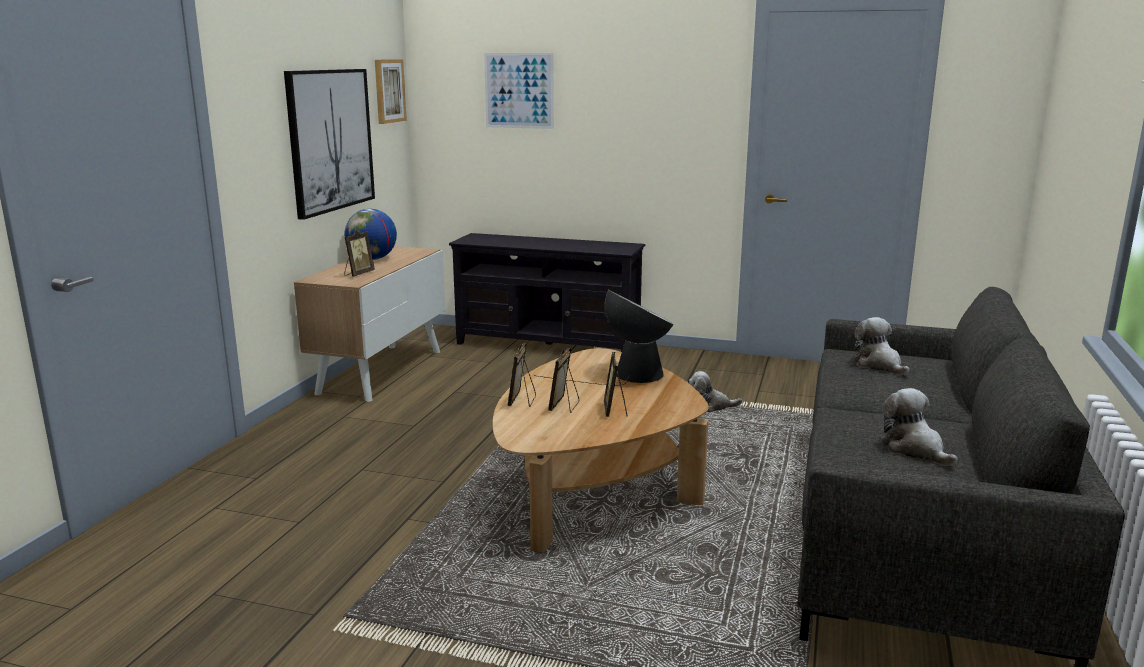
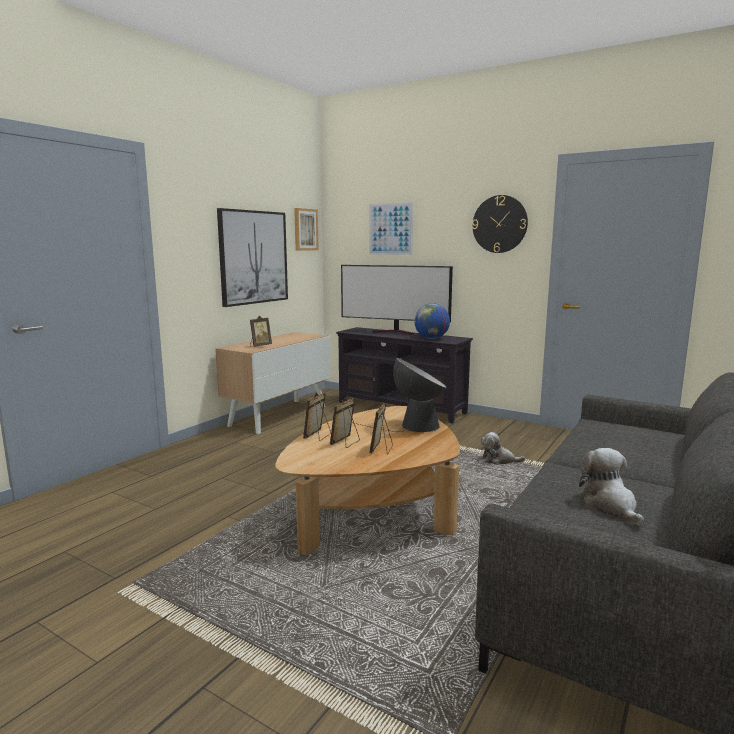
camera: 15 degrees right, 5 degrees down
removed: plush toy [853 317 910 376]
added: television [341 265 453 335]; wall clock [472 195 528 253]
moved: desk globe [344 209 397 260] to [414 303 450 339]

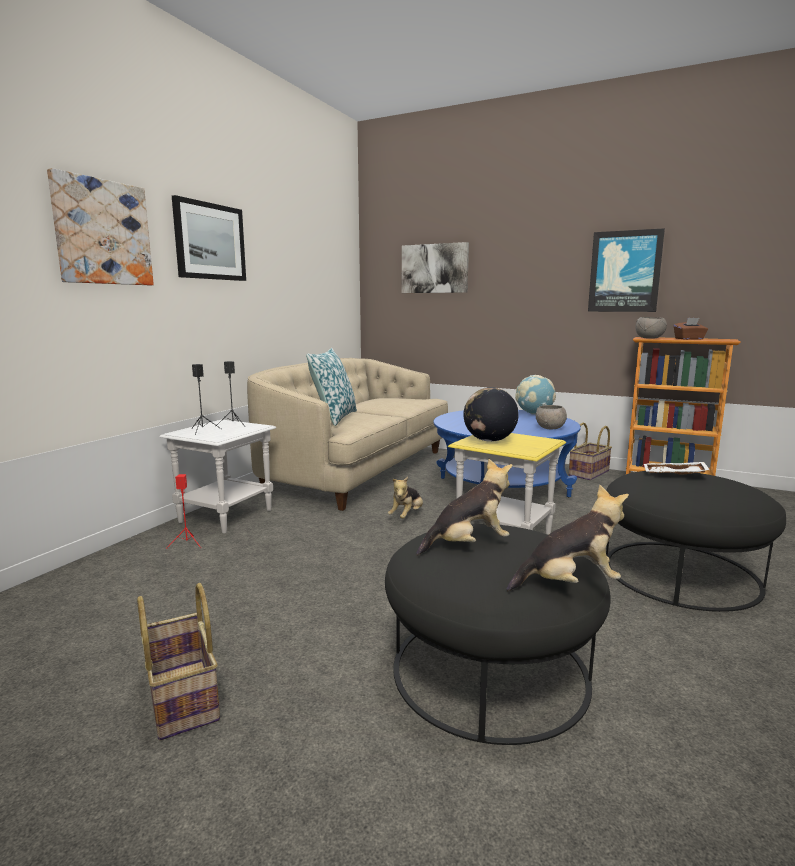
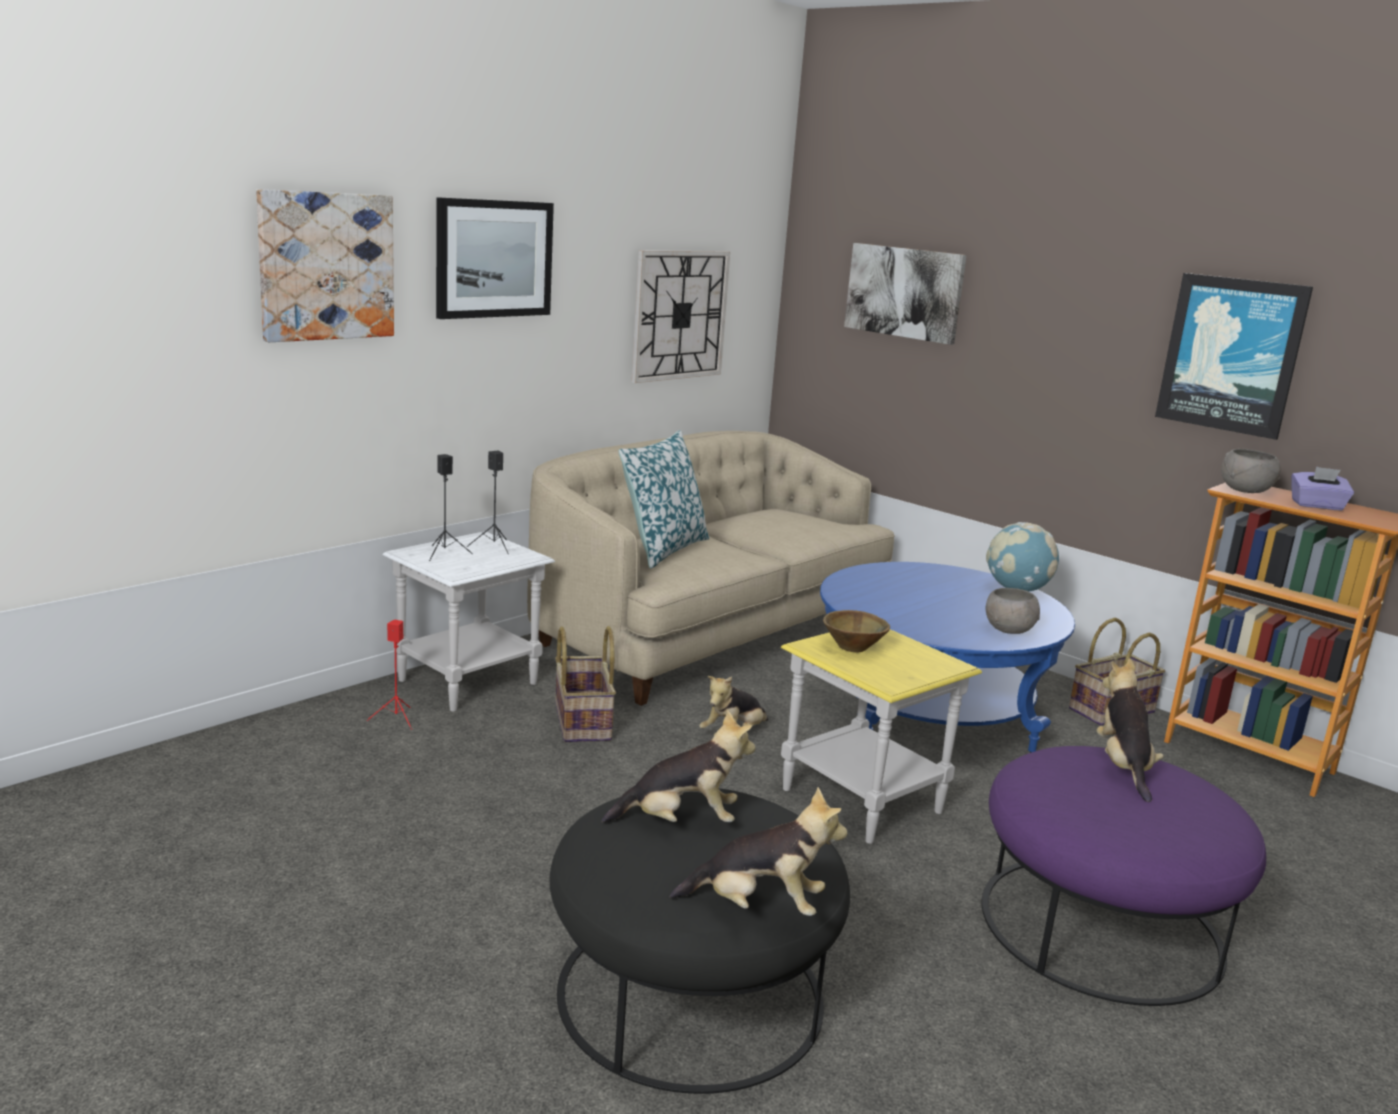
camera: 15 degrees right, 5 degrees up
added: wall clock [631 250 730 383]
moved: storage basket [137 583 220 740] to [555 626 616 742]
replaced: desk globe [463 387 519 442] to brown-coloured deep dish [823 610 890 653]; whitish tray [644 462 710 475] to plush toy [1097 658 1164 802]
recoloured: blackish pouffe [606 471 786 612] to purple pouffe [982 746 1266 1006]; brown-coloured box of tissues [674 318 708 340] to purple box of tissues [1291 467 1354 510]

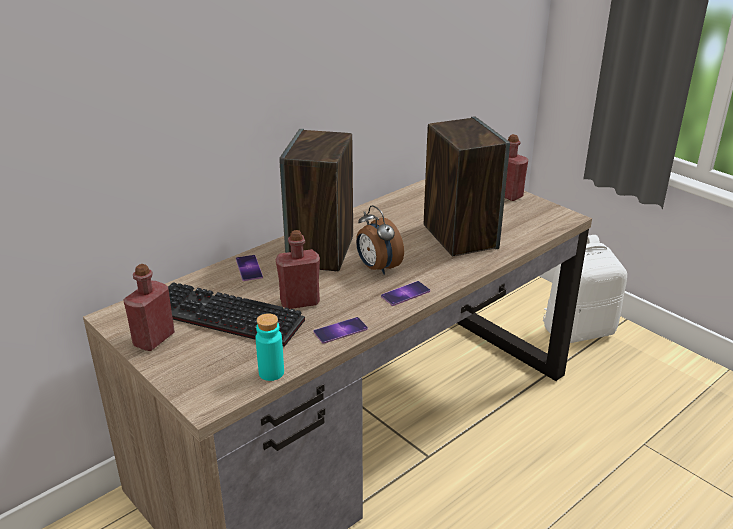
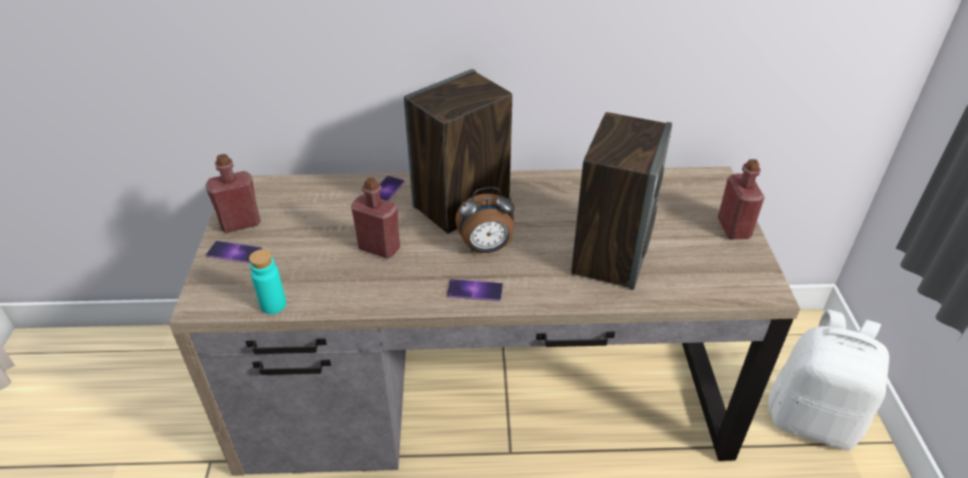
camera: 40 degrees right, 10 degrees up
removed: keyboard [168 282 305 347]
moved: handset [313 317 368 344] to [206 241 262 264]
turned: table clock [356 205 404 275] = [455 187 515 253] 105 degrees counterclockwise

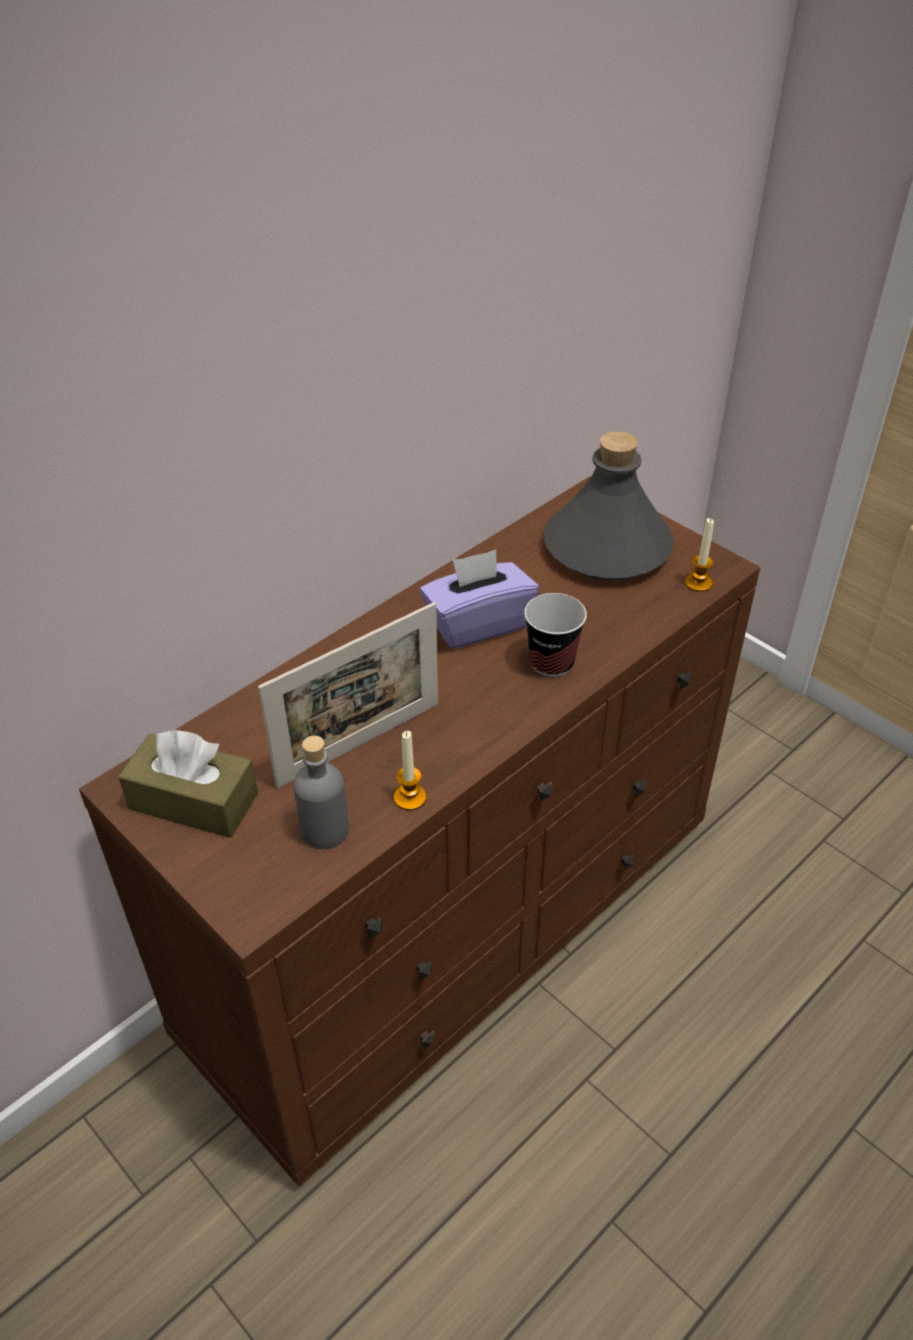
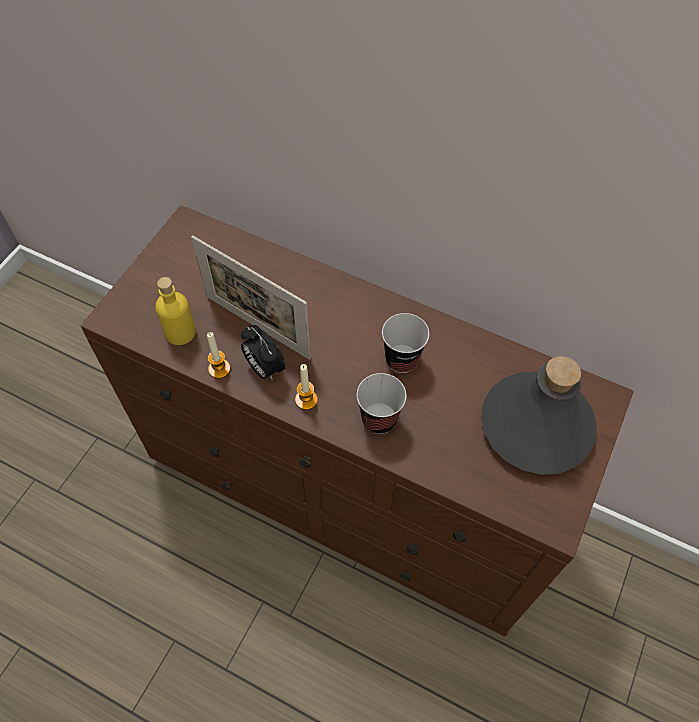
camera: 70 degrees right, 15 degrees up
removed: brown-coloured box of tissues [118 730 258 838]
added: table clock [241 325 286 381]
moved: candle [685 518 714 592] to [295 364 318 410]
replaced: purple box of tissues [420 550 539 649] to drinking cup [382 313 429 373]
recoloured: grey beverage bottle [293 736 349 849] to yellowish beverage bottle [155 277 196 345]

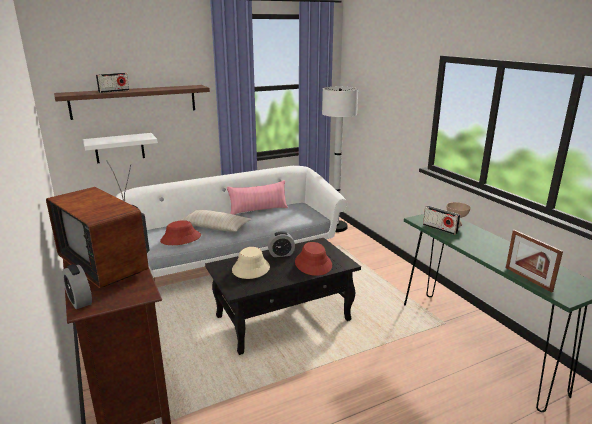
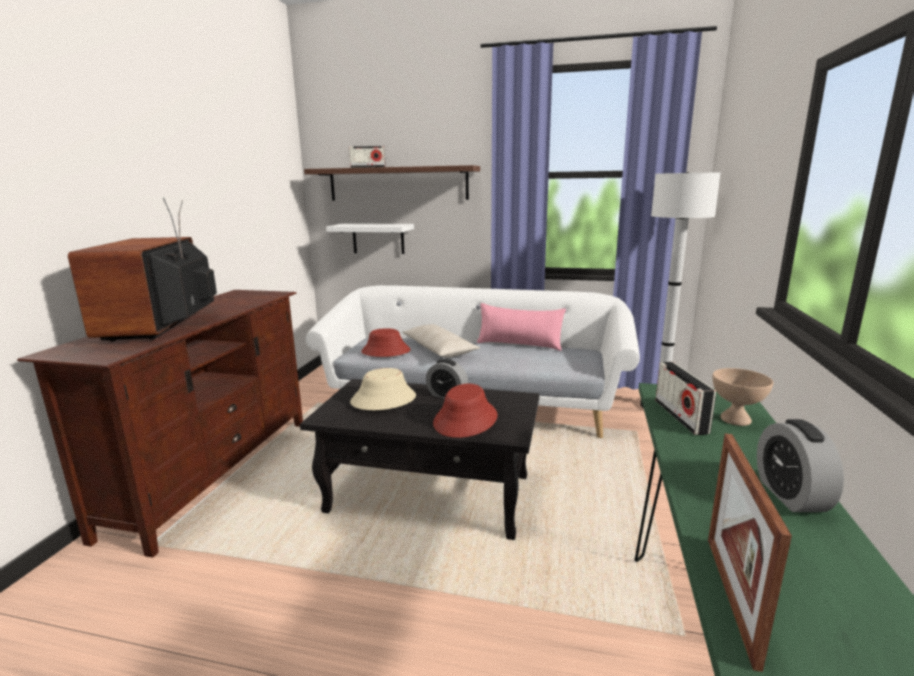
camera: 40 degrees right, 5 degrees down
moved: table clock [62 264 92 309] to [757 419 844 512]

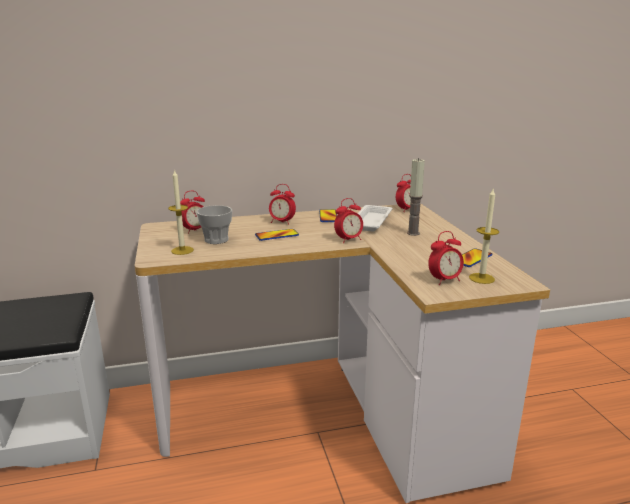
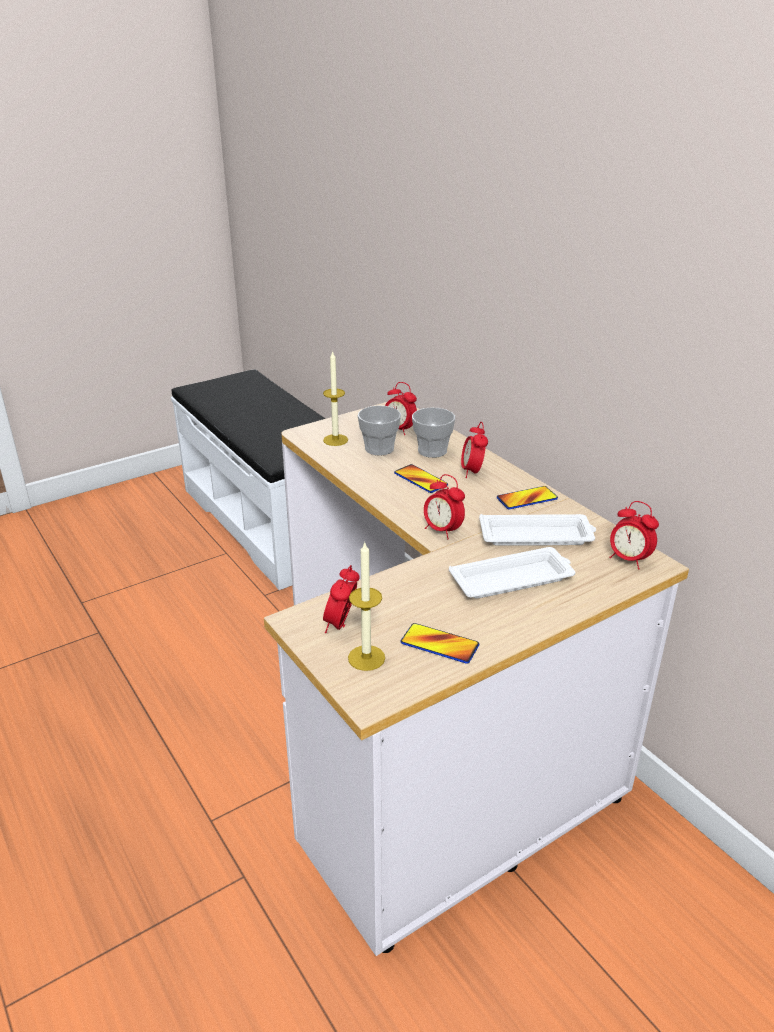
camera: 70 degrees right, 10 degrees up
added: drinking cup [412 408 455 458]
replaced: candle [407 158 425 236] to whitish tray [449 547 575 599]
turned: table clock [428 231 464 285] = [323 565 360 633] 60 degrees clockwise

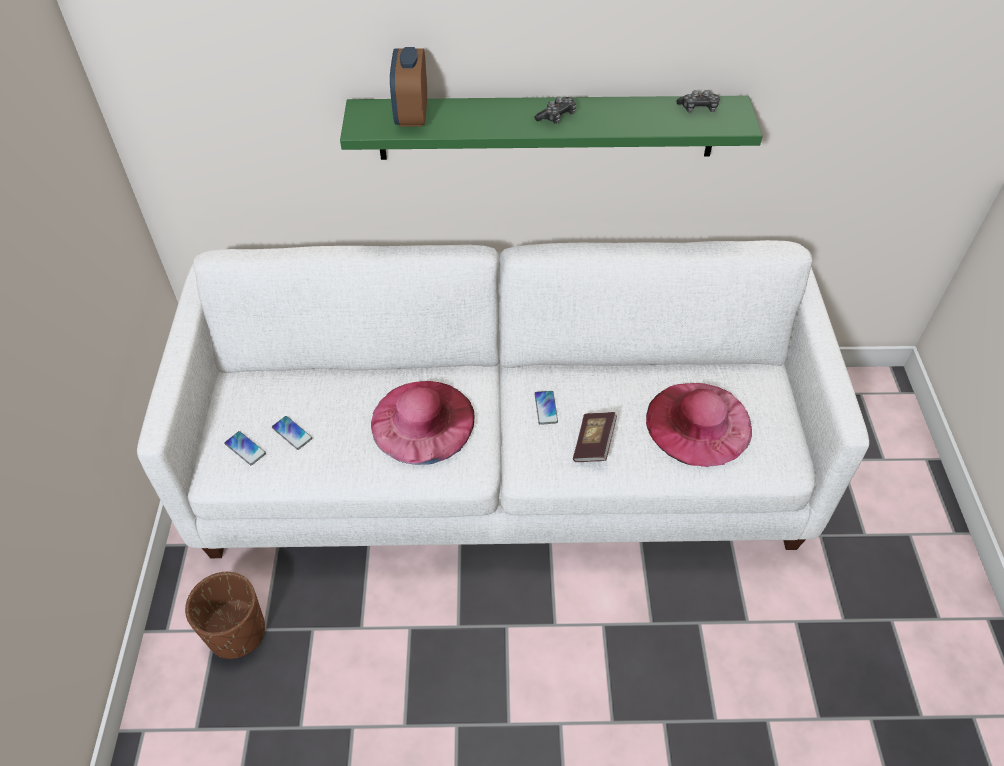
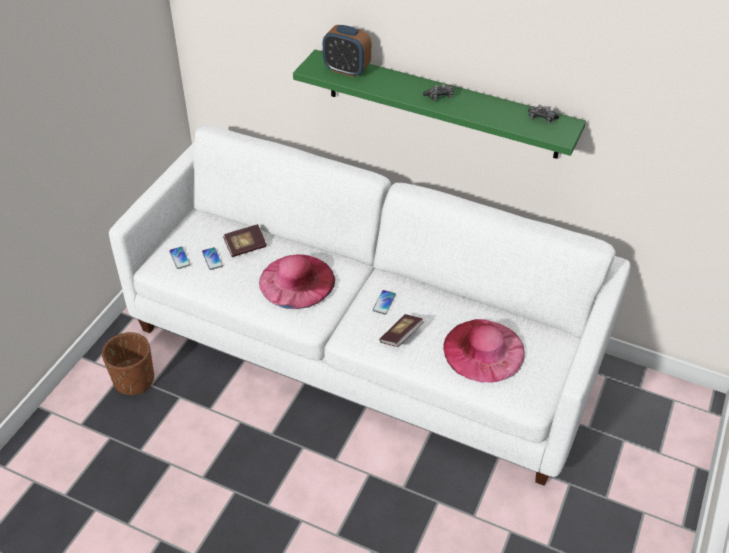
camera: 25 degrees right, 5 degrees down
added: volume [223 224 267 257]
turned: table clock [390 47 427 126] = [323 25 371 77] 90 degrees counterclockwise

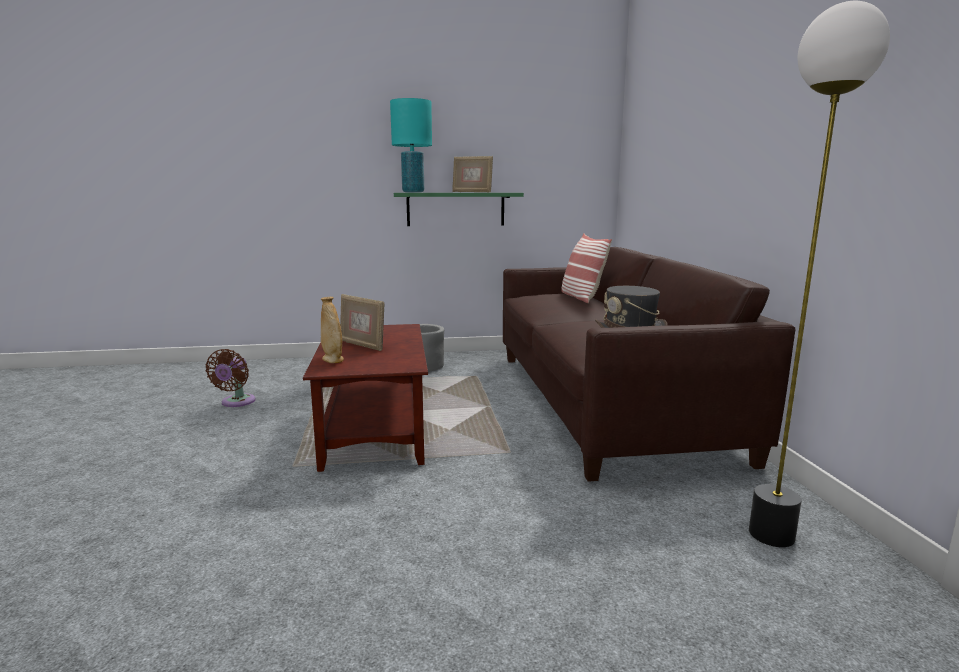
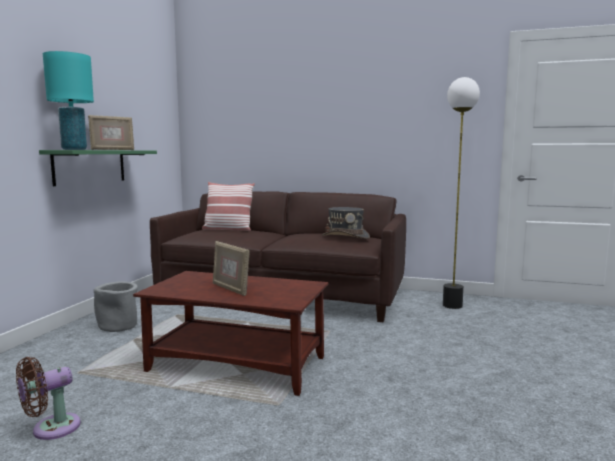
camera: 65 degrees left, 5 degrees down
removed: beige decorative vase [321 297 344 363]
turned: brown-coloured electric fan [205 349 256 407] = [16 357 81 440] 105 degrees clockwise; standing frame [340 294 384 351] = [213 241 250 296] 75 degrees clockwise

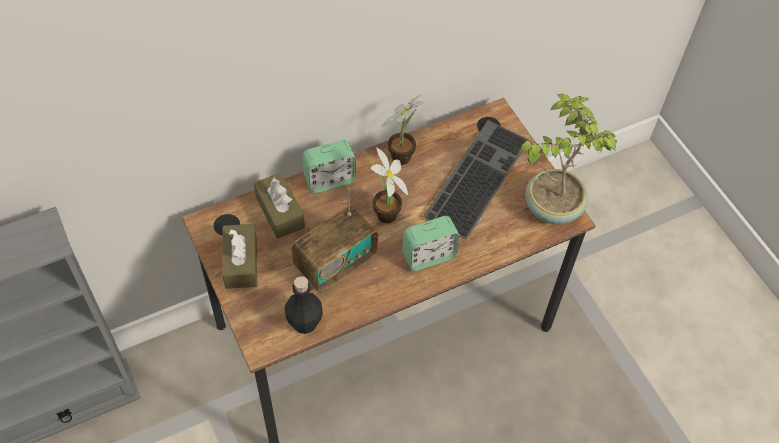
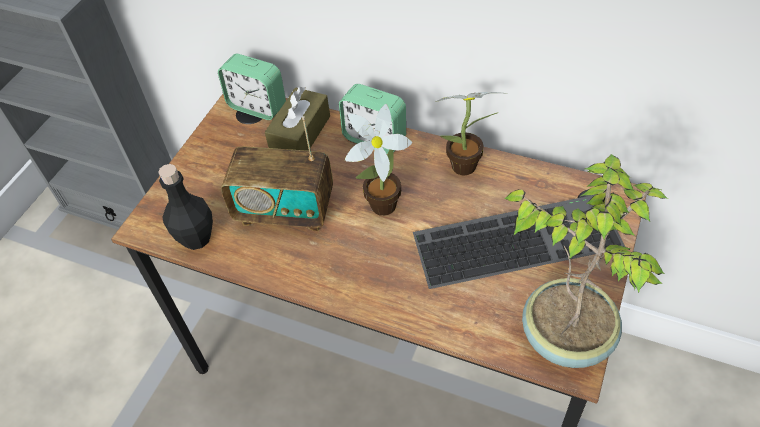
camera: 55 degrees right, 5 degrees down
removed: brown-coloured box of tissues [222 224 257 289]
moved: table clock [402 216 460 271] to [218 54 286 120]

